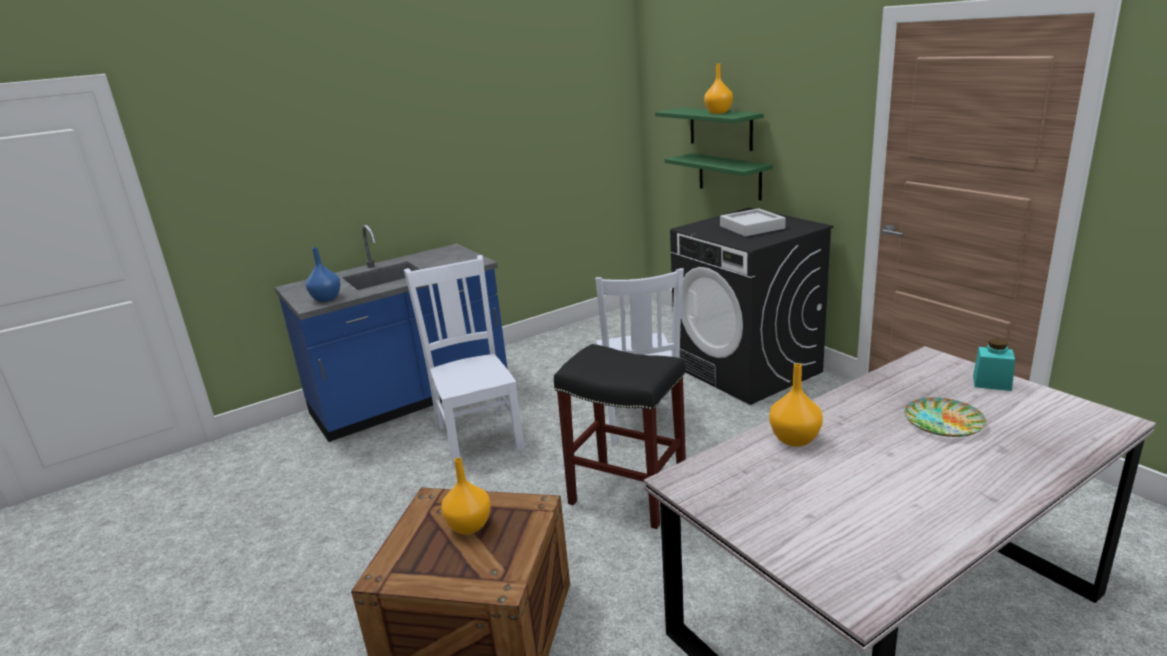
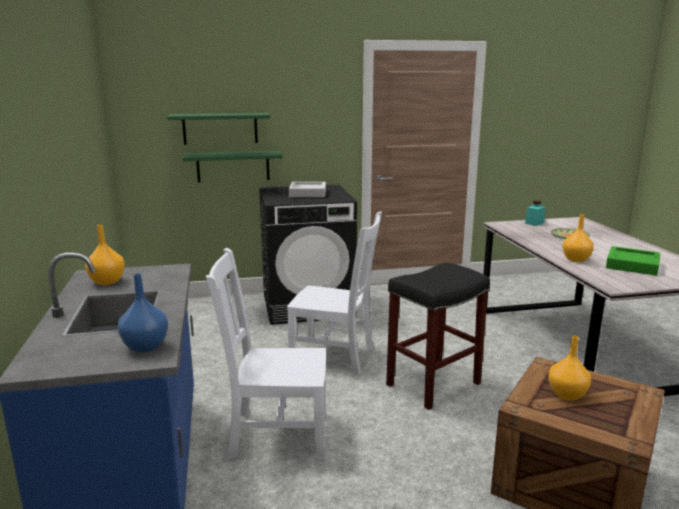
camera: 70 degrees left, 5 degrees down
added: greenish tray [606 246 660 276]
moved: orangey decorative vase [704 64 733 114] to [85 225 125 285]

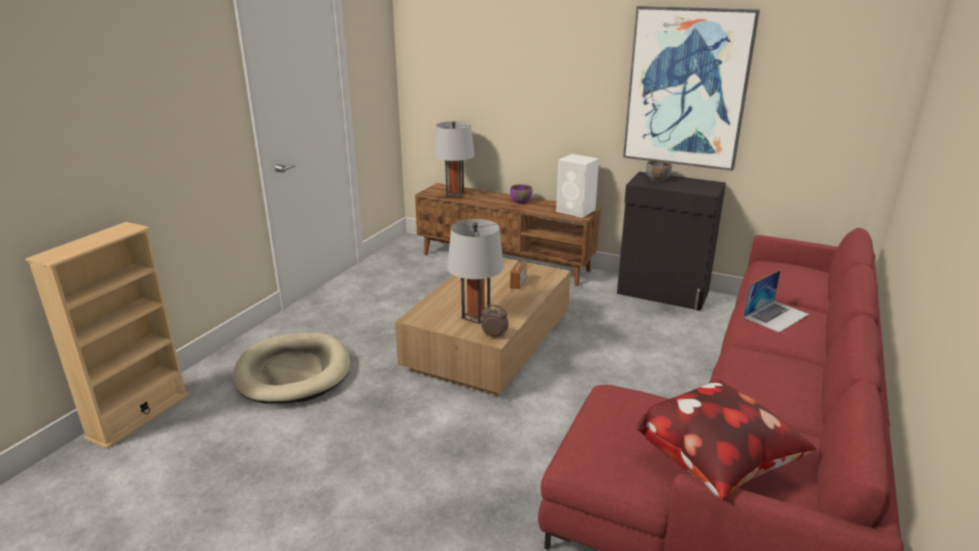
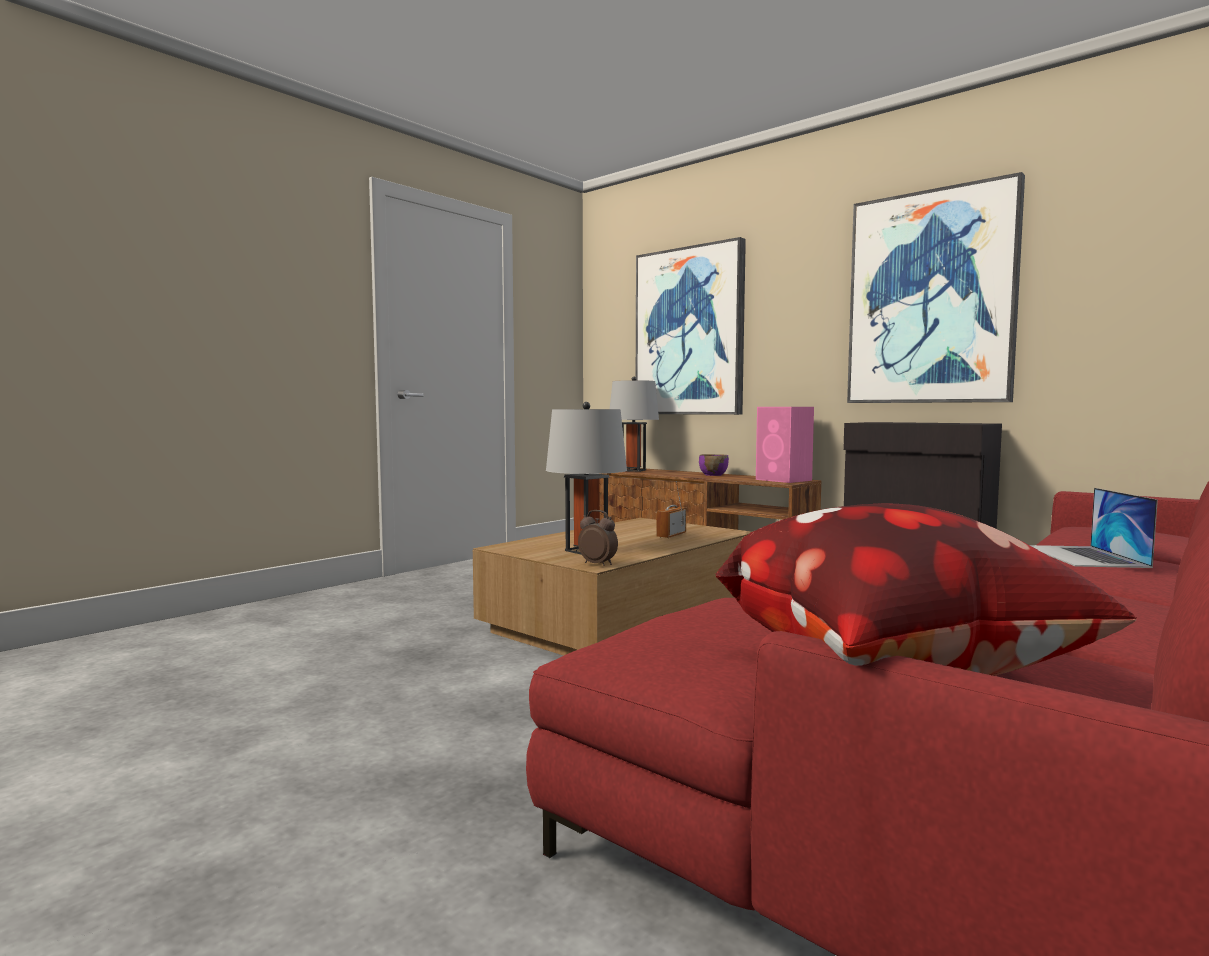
camera: 15 degrees right, 20 degrees down
removed: beige shelving unit [25 222 189 449]; beige pet bed [233 333 350 404]; grey deep dish [646 160 672 182]
added: wall art [636 237 746 415]
recoloured: whitish loudspeaker [556 154 599 218] to pinkish loudspeaker [756 407 814 483]
turned: notebook computer [743 270 809 332] = [1030 488 1158 568] 120 degrees clockwise

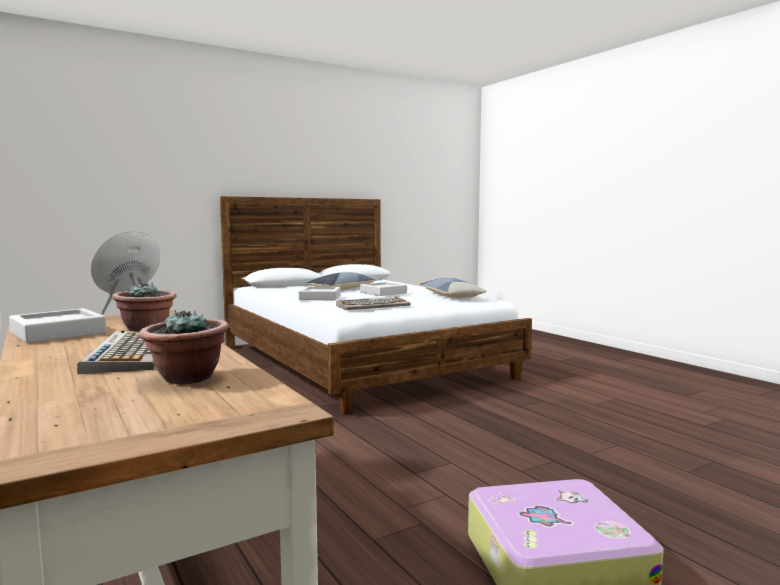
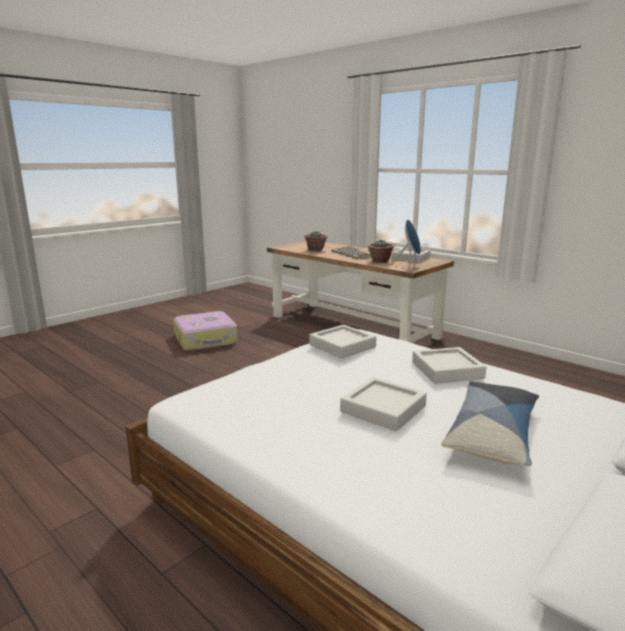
camera: 165 degrees right, 10 degrees up
removed: cushion [420 278 486 298]
replaced: keyboard [336 297 410 310] to grey tray [309 325 376 359]

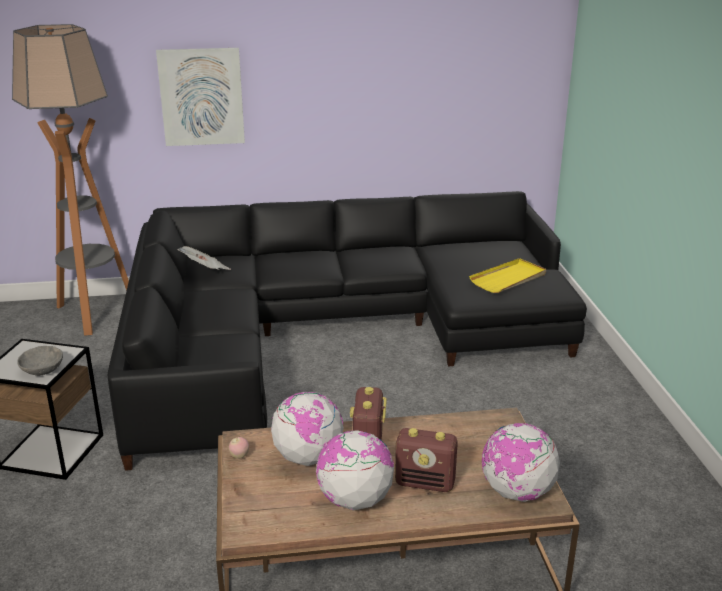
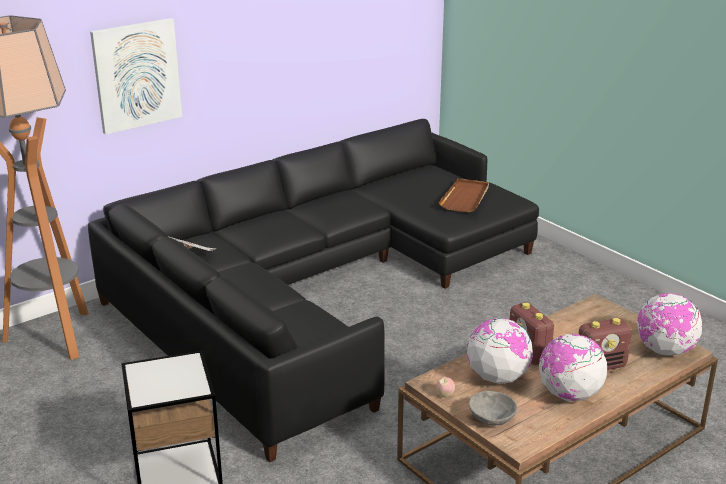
camera: 30 degrees left, 0 degrees up
moved: grey deep dish [17 346 63 376] to [469 391 518 426]
recoloured: yellowish tray [469 258 546 293] to brown-coloured tray [439 178 489 212]

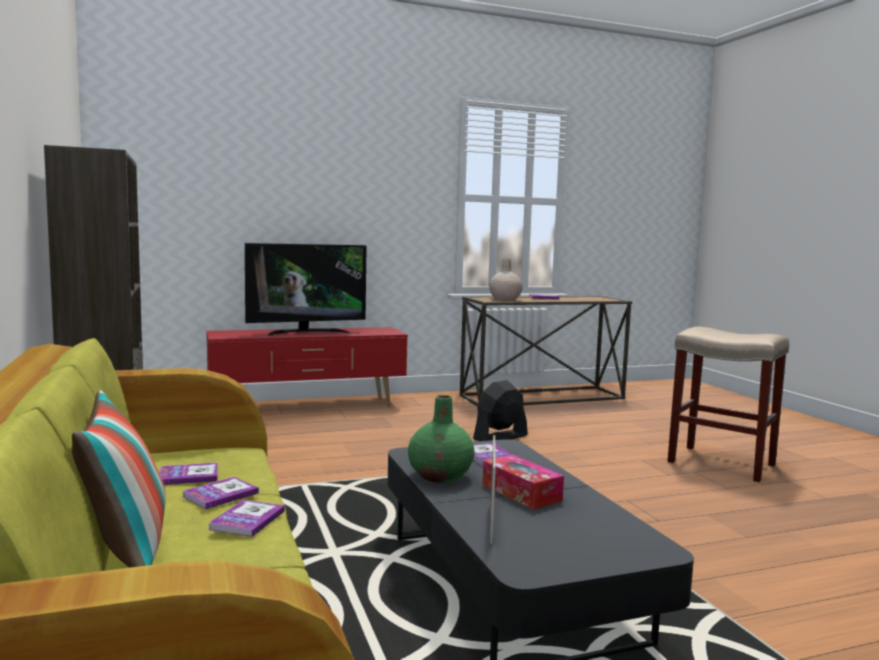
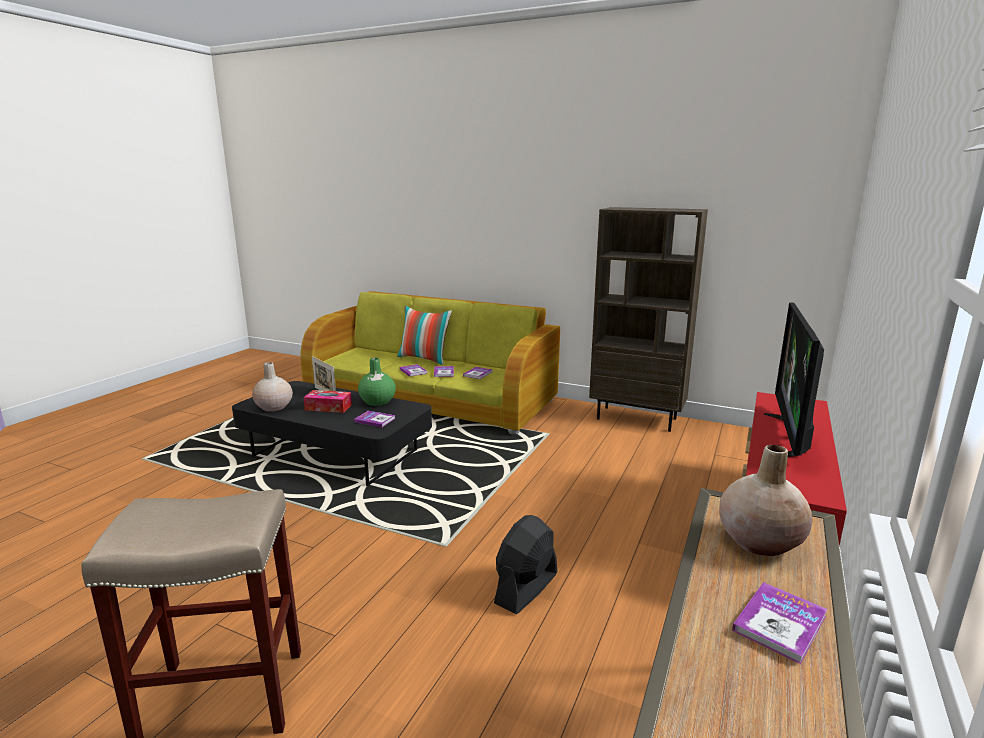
camera: 135 degrees right, 10 degrees up
added: beige decorative vase [252 362 293 412]
turned: blackish electric fan [473 380 528 441] = [494 515 557 614] 150 degrees counterclockwise

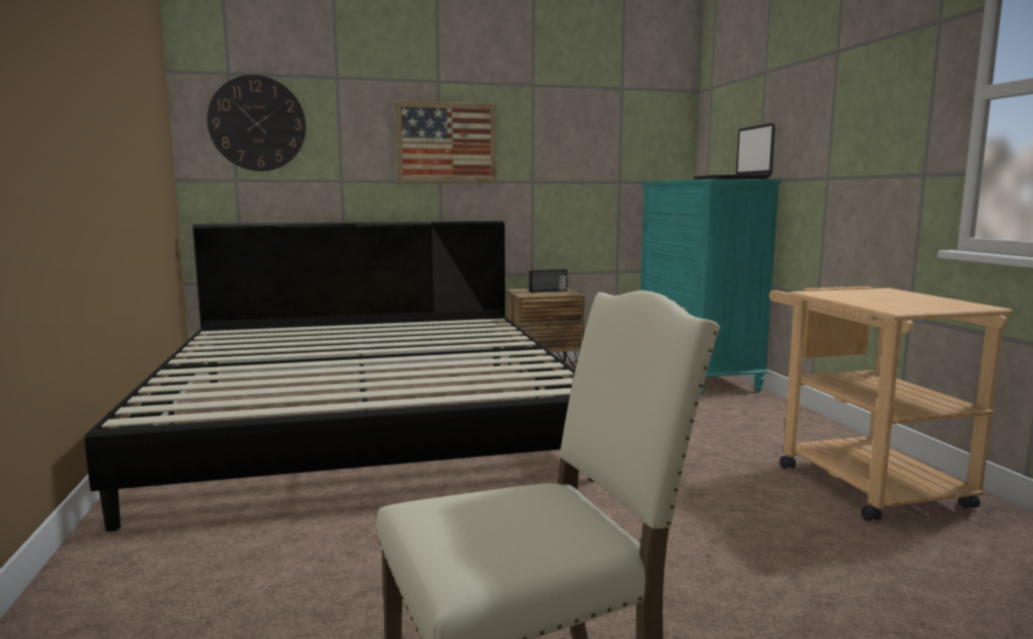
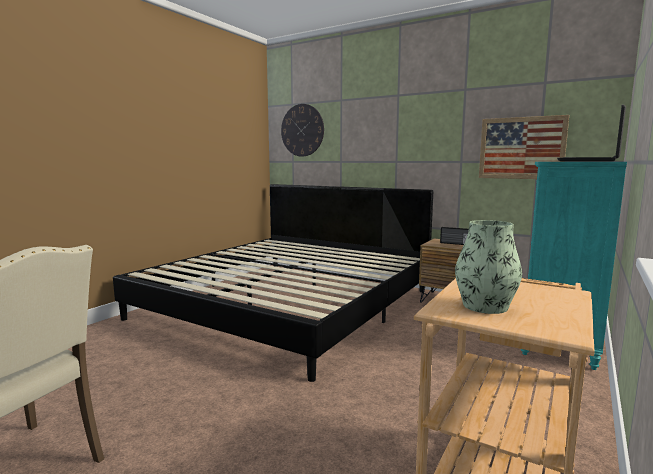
camera: 45 degrees right, 0 degrees up
added: decorative vase [455 220 522 314]
moved: wall art [394 100 497 183] to [479 115 569 179]

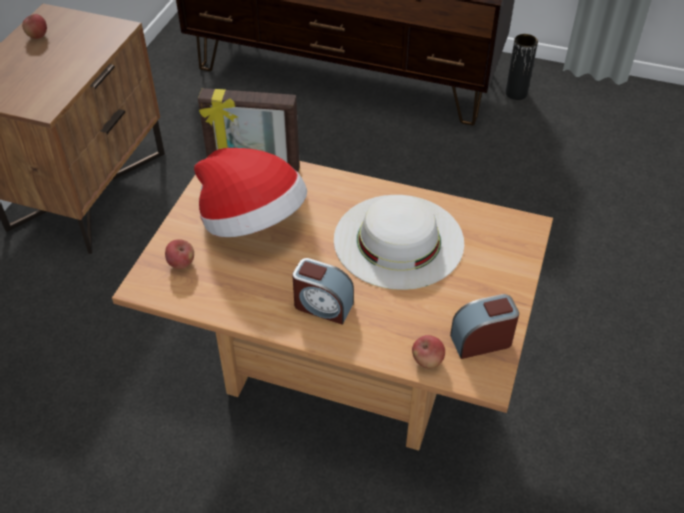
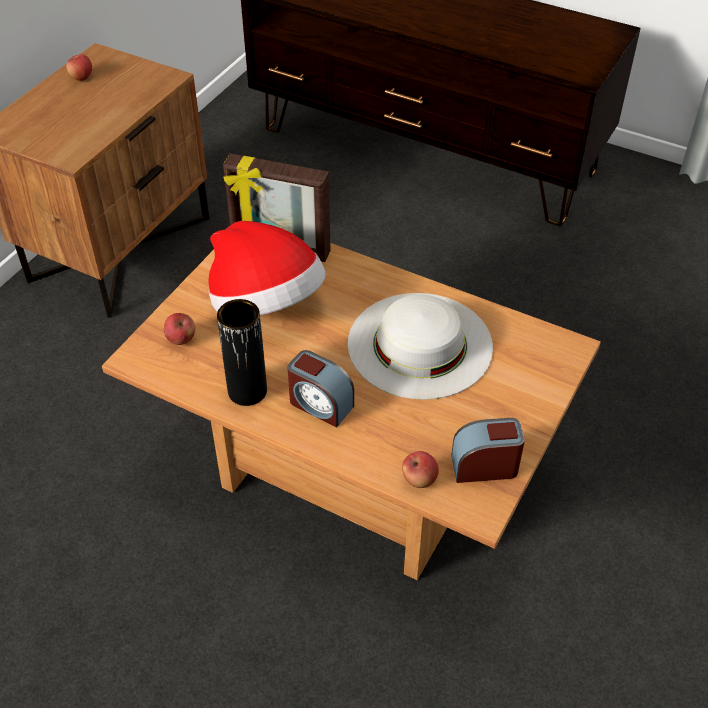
camera: 10 degrees right, 0 degrees up
moved: blackish decorative vase [505 34 538 100] to [217 299 267 406]

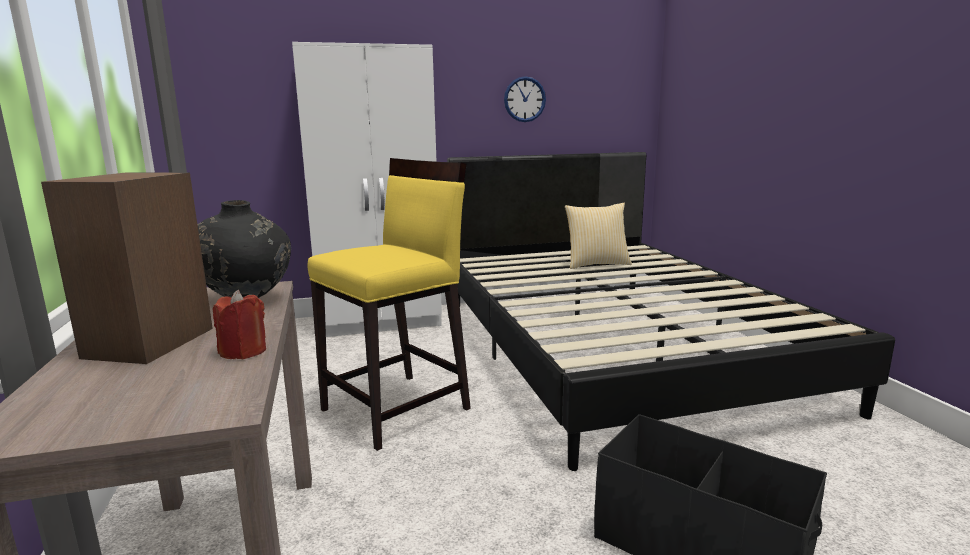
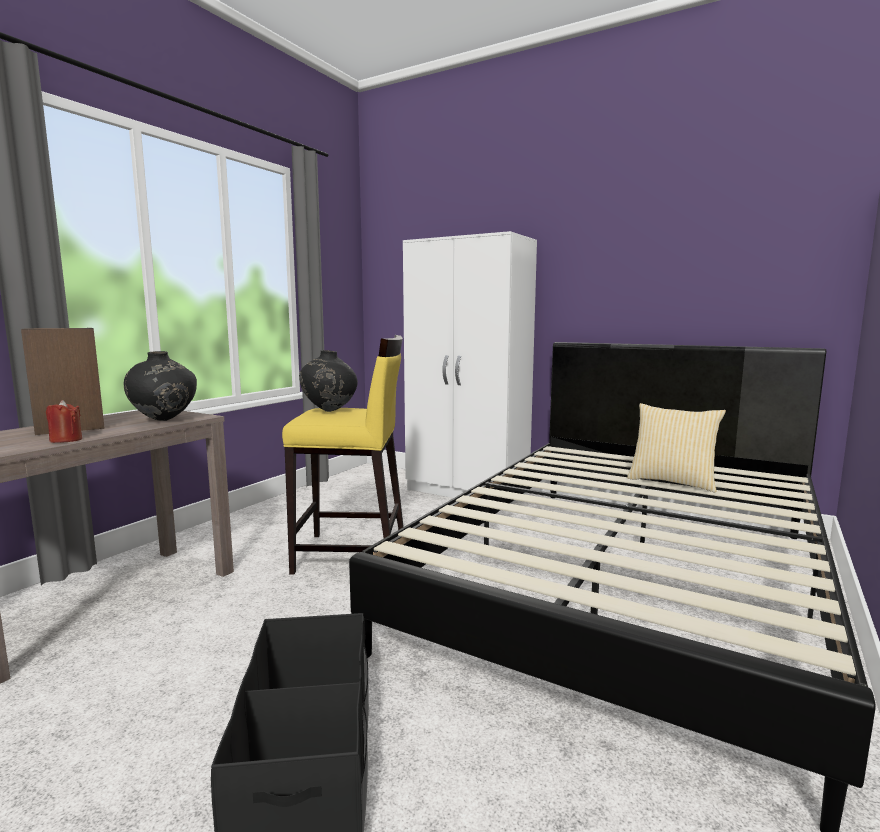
camera: 45 degrees right, 5 degrees down
removed: wall clock [504 76 546 122]
added: blackish decorative vase [299 350 358 412]

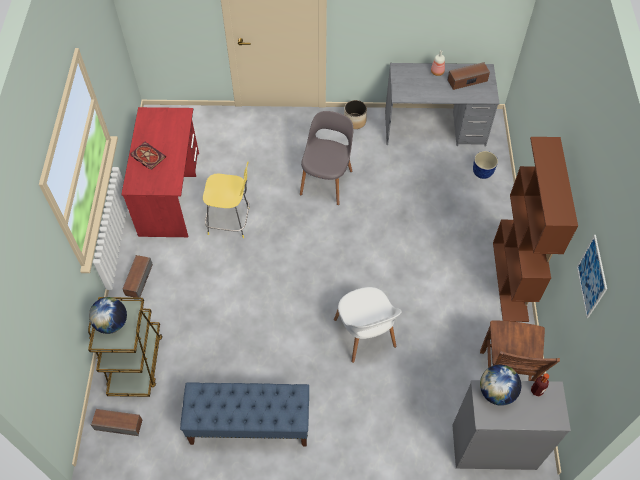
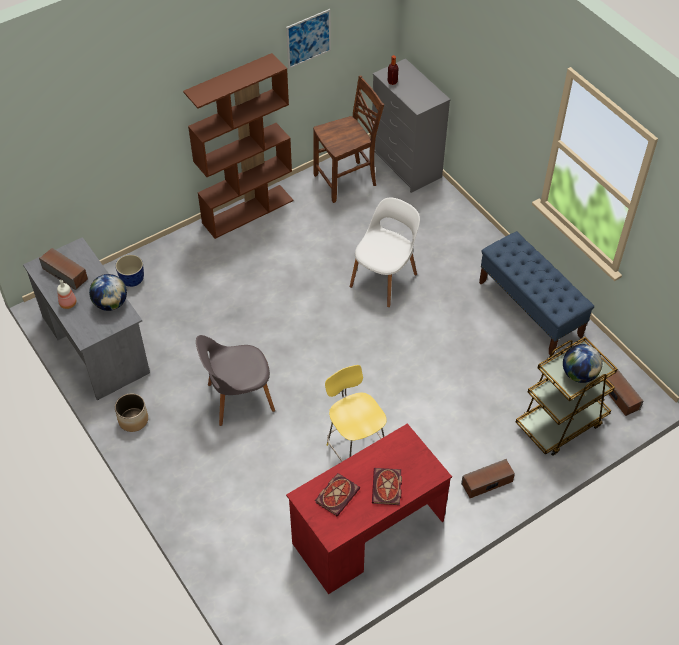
camera: 125 degrees left, 5 degrees down
added: volume [315 473 360 517]
moved: desk globe [480 365 521 406] to [89 274 127 311]

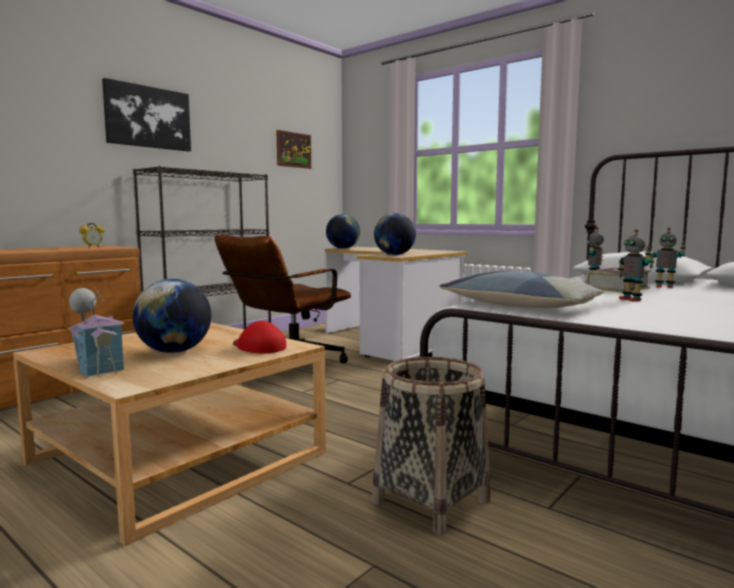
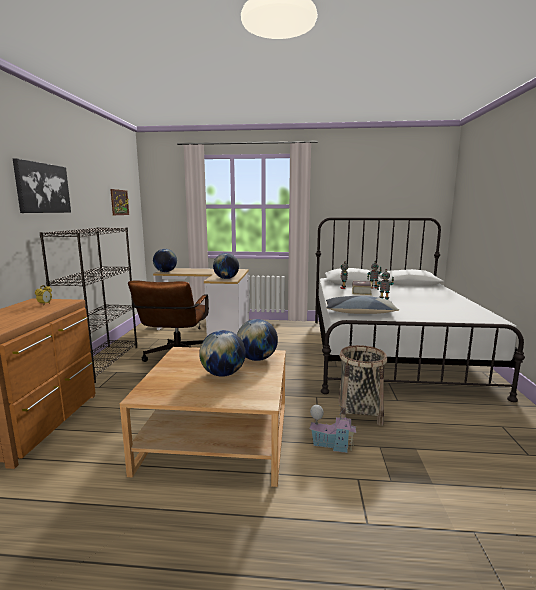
camera: 35 degrees left, 5 degrees up
moved: model house [68 287 125 377] to [309 405 356 453]
replaced: red baseball cap [233 321 286 353] to desk globe [237 319 278 361]

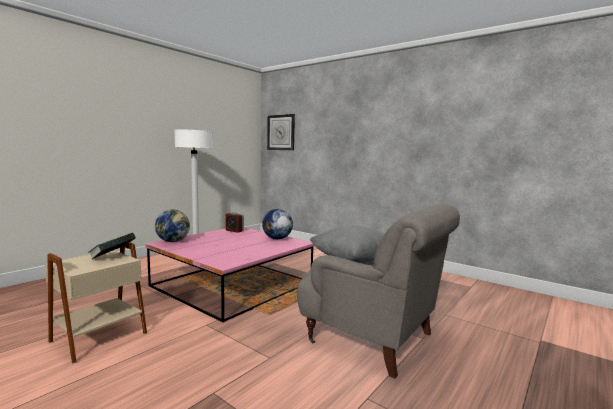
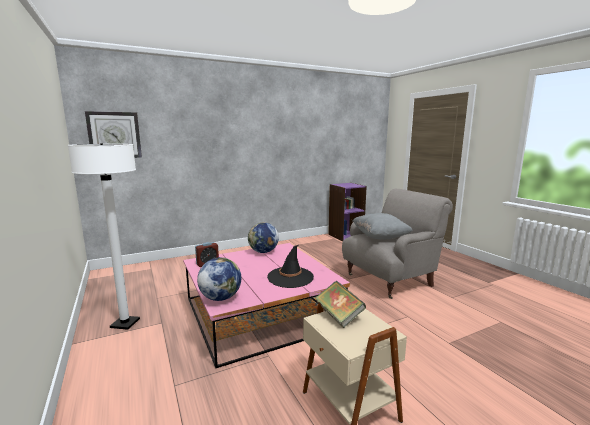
camera: 65 degrees left, 5 degrees up
added: blackish hat [267 245 314 288]; purple shelving unit [328 183 367 241]

